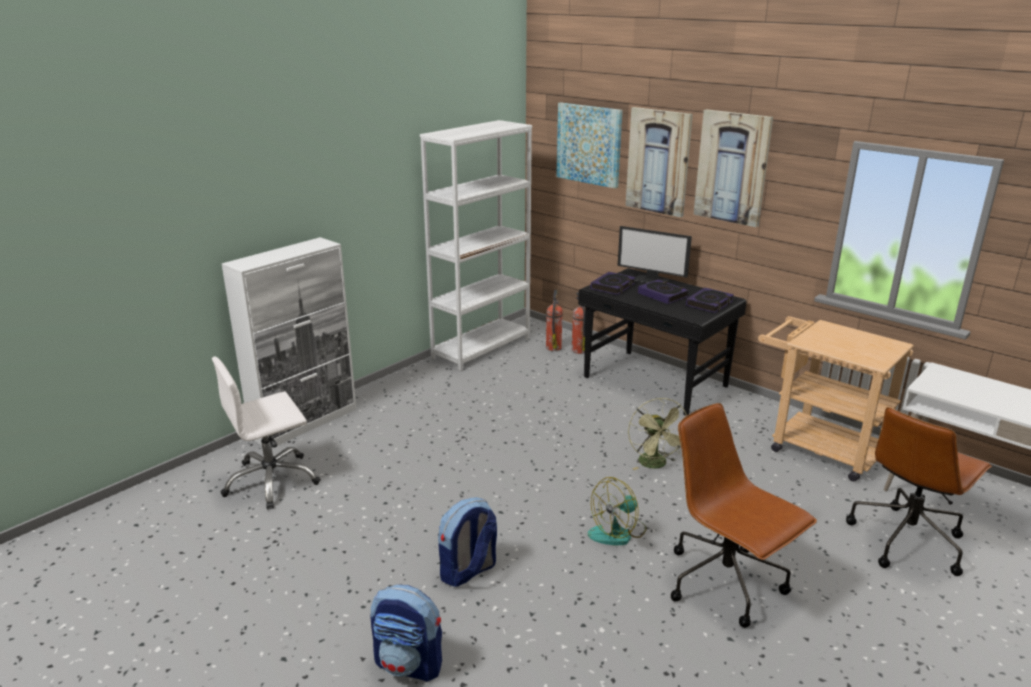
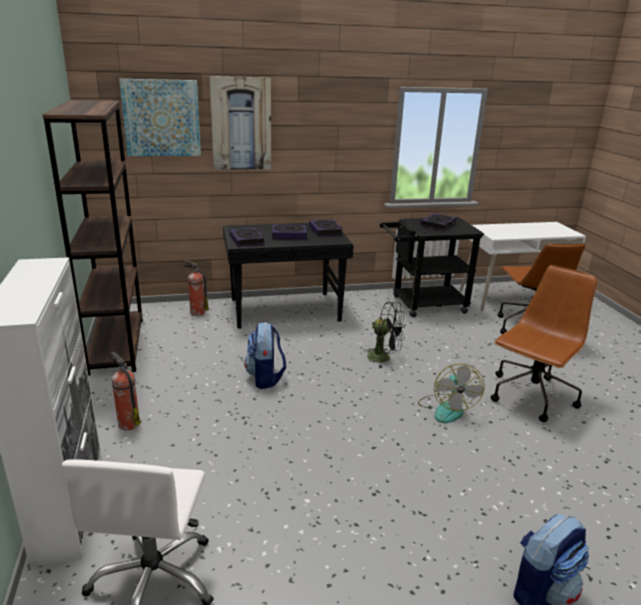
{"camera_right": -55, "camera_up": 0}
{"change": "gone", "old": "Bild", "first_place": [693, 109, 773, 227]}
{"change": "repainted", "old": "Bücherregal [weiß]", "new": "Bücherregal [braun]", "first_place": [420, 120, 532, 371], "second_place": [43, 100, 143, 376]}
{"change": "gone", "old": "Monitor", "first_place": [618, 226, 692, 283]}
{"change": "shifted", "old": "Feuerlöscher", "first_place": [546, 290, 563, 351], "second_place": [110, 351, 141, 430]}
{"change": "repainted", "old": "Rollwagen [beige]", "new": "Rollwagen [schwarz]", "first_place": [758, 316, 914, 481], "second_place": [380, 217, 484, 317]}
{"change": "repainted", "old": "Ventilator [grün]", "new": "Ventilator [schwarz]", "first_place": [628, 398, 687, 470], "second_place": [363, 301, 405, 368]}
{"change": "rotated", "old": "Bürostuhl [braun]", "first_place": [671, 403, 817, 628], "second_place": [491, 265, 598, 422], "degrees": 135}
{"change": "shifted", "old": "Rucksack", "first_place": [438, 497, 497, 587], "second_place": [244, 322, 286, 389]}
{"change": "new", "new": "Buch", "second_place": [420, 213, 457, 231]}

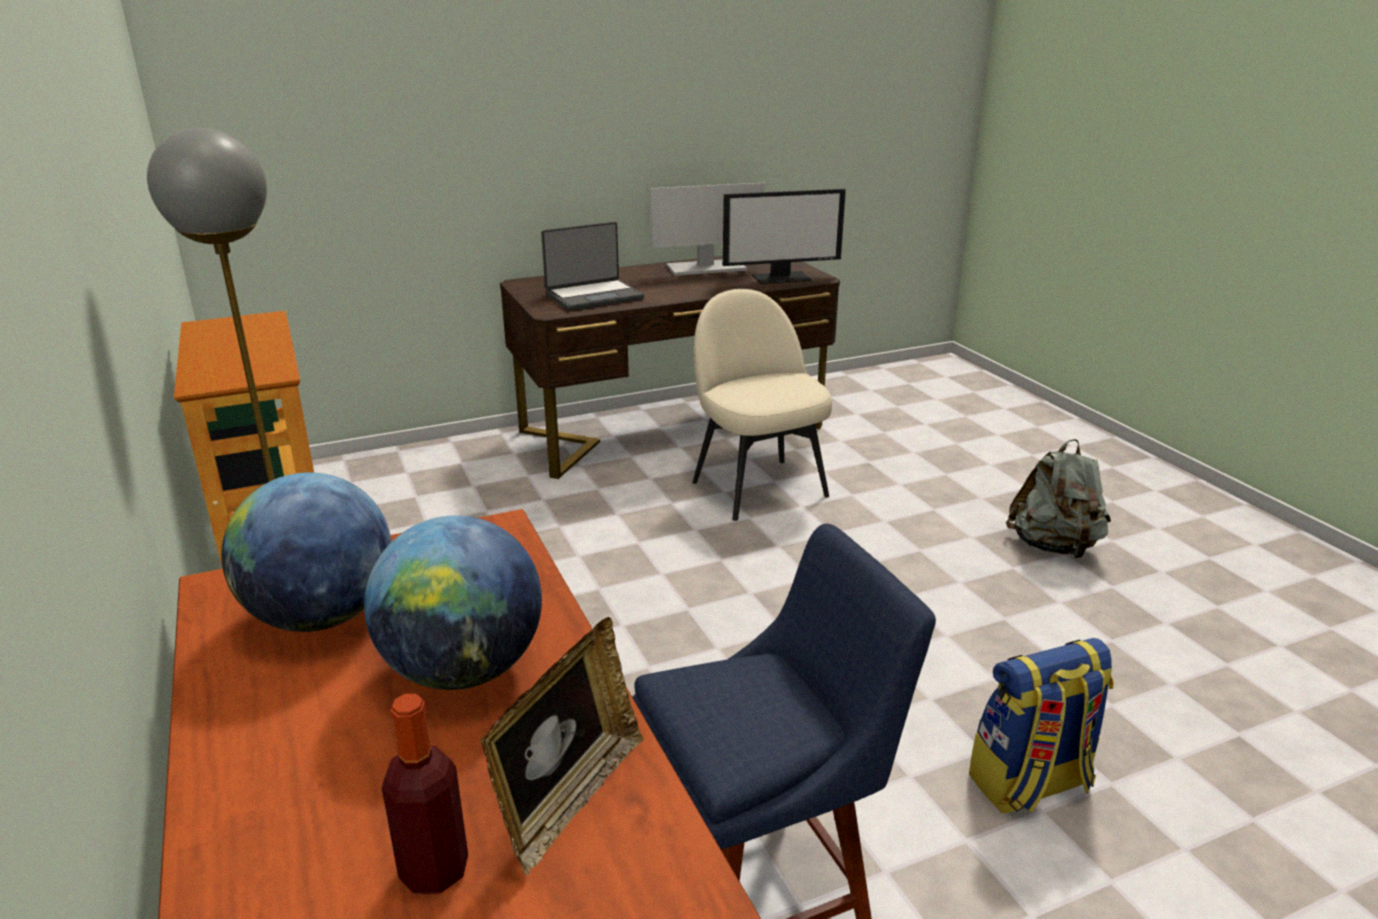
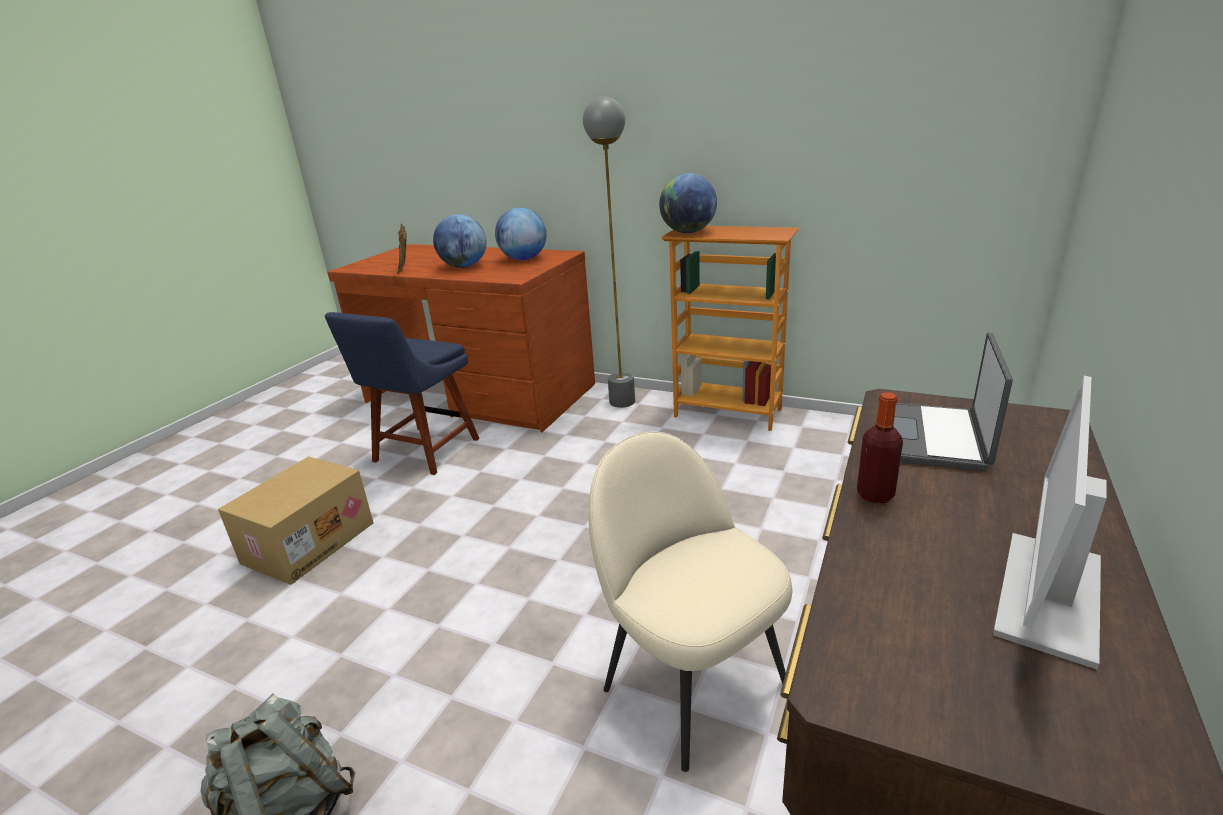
{"camera_right": 140, "camera_up": 0}
{"change": "gone", "old": "Monitor", "first_place": [723, 189, 846, 284]}
{"change": "rotated", "old": "Stuhl [beige]", "first_place": [692, 289, 832, 521], "second_place": [588, 432, 792, 772], "degrees": -150}
{"change": "swapped", "old": "Rucksack", "new": "Karton", "first_place": [969, 638, 1114, 813], "second_place": [218, 456, 373, 585]}
{"change": "shifted", "old": "Flasche", "first_place": [382, 694, 468, 894], "second_place": [857, 392, 903, 503]}
{"change": "new", "new": "Globus", "second_place": [659, 173, 717, 233]}

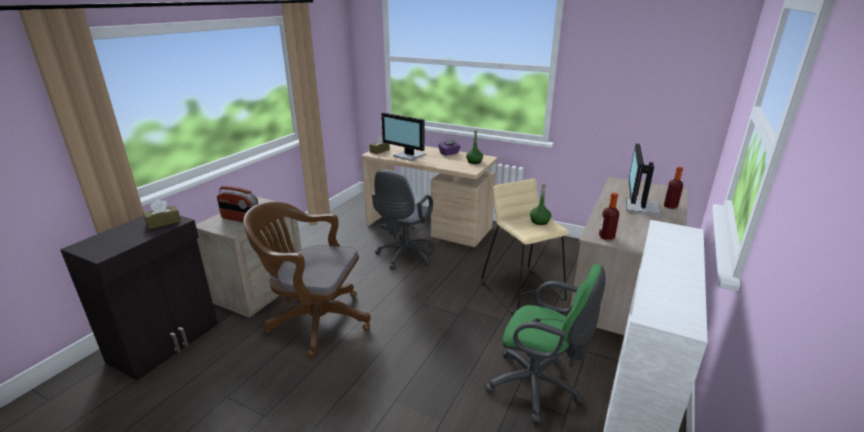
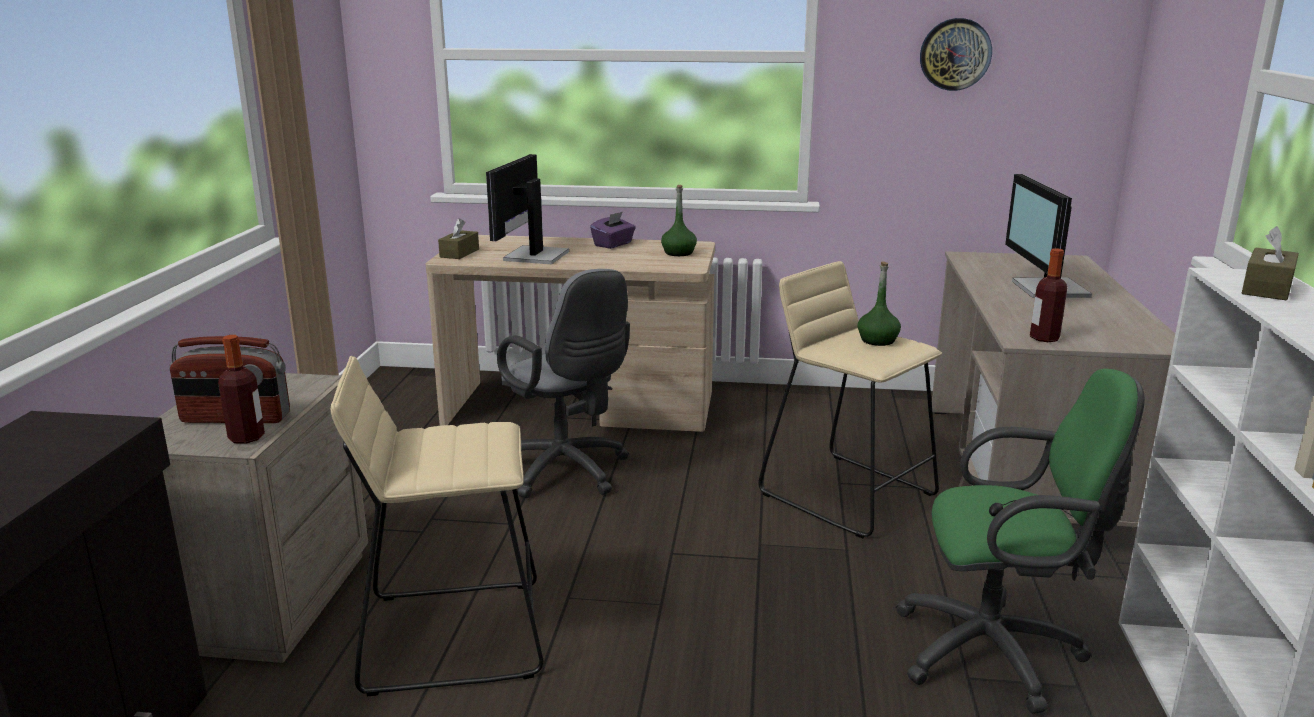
{"camera_right": -20, "camera_up": -5}
{"change": "rotated", "old": "Monitor", "first_place": [381, 112, 425, 161], "second_place": [486, 154, 569, 264], "degrees": 90}
{"change": "shifted", "old": "Flasche", "first_place": [664, 167, 683, 209], "second_place": [218, 335, 265, 444]}
{"change": "rotated", "old": "Bürostuhl [grau]", "first_place": [372, 169, 435, 270], "second_place": [497, 269, 630, 498], "degrees": -45}
{"change": "shifted", "old": "Taschentuchbox [braun]", "first_place": [143, 199, 181, 229], "second_place": [1242, 226, 1299, 301]}
{"change": "swapped", "old": "Bürostuhl [braun]", "new": "Hocker [beige]", "first_place": [243, 201, 371, 357], "second_place": [330, 356, 543, 696]}
{"change": "new", "new": "Wanduhr", "second_place": [920, 18, 992, 91]}

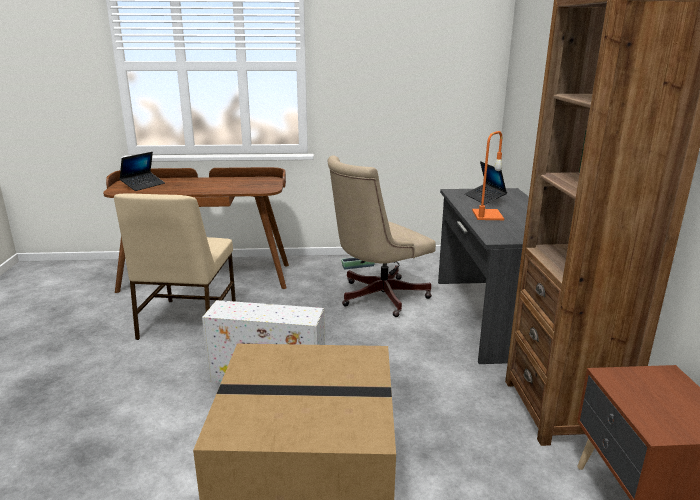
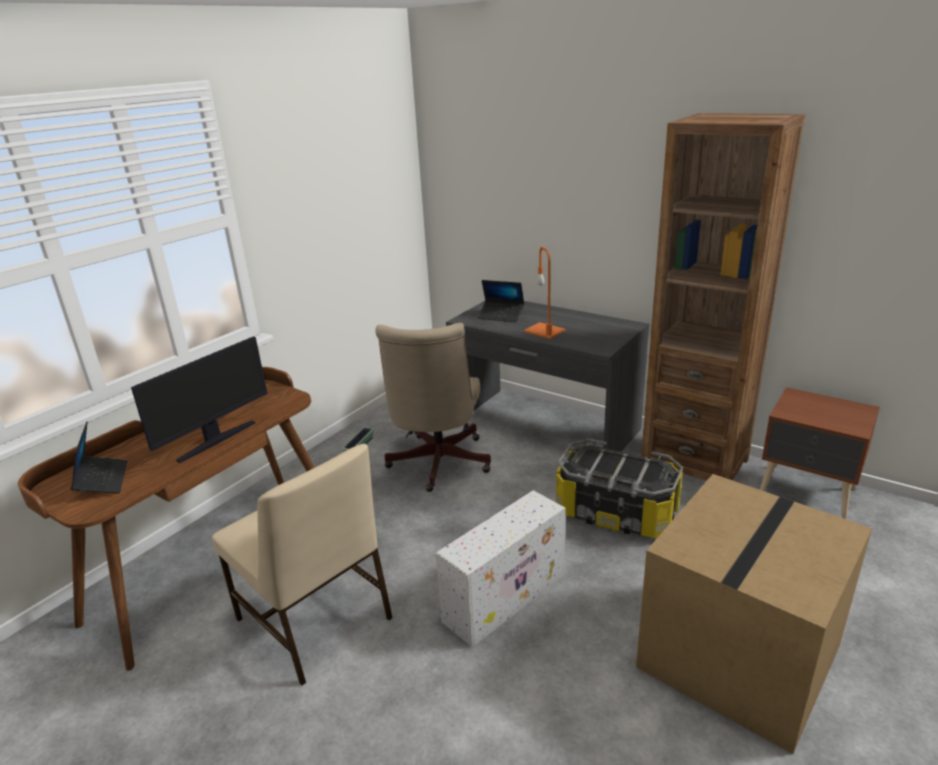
{"camera_right": -50, "camera_up": 5}
{"change": "new", "new": "Monitor", "second_place": [131, 336, 268, 463]}
{"change": "new", "new": "Aufbewahrungsbox", "second_place": [556, 439, 683, 538]}

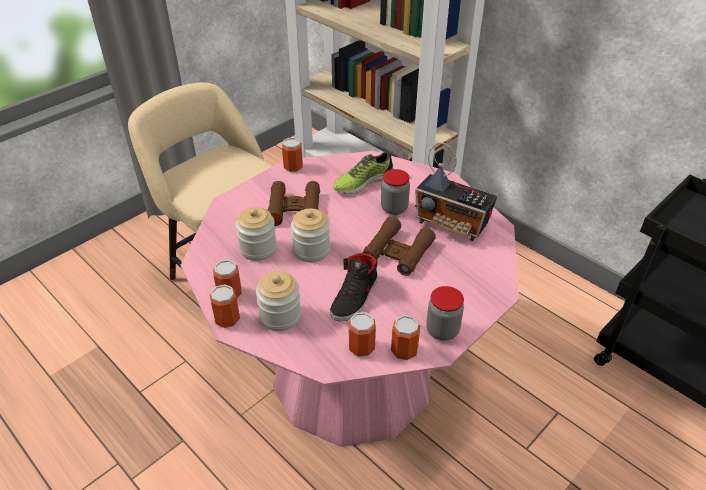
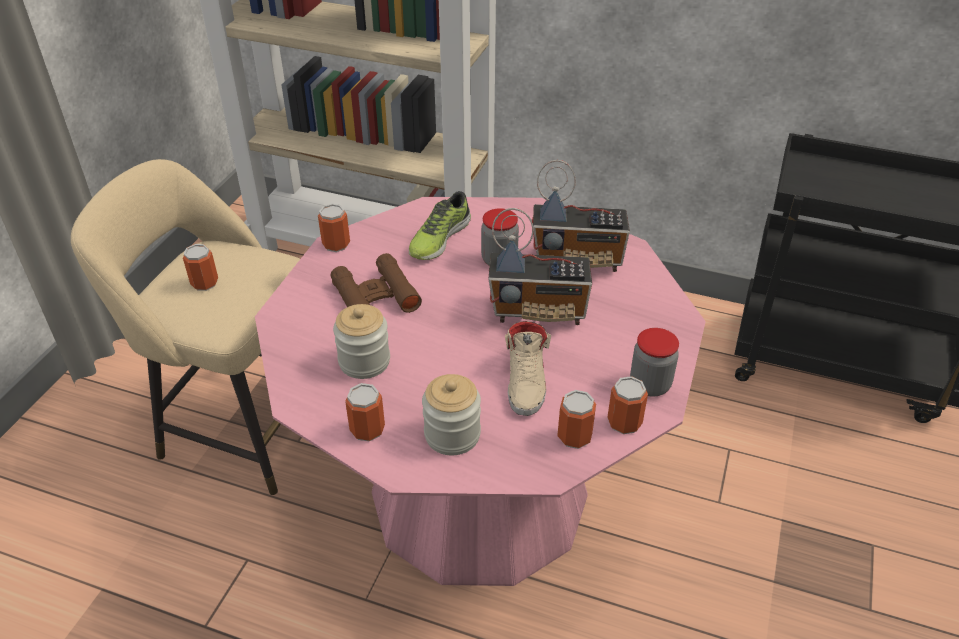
{"camera_right": -25, "camera_up": 0}
{"change": "gone", "old": "Vorratsglas", "first_place": [291, 209, 330, 262]}
{"change": "swapped", "old": "Fernglas [braun]", "new": "Radio", "first_place": [363, 216, 436, 276], "second_place": [488, 208, 592, 325]}
{"change": "repainted", "old": "Schuh [schwarz]", "new": "Schuh [beige]", "first_place": [330, 253, 378, 322], "second_place": [505, 321, 551, 416]}
{"change": "shifted", "old": "Dose", "first_place": [210, 284, 240, 328], "second_place": [183, 244, 218, 291]}

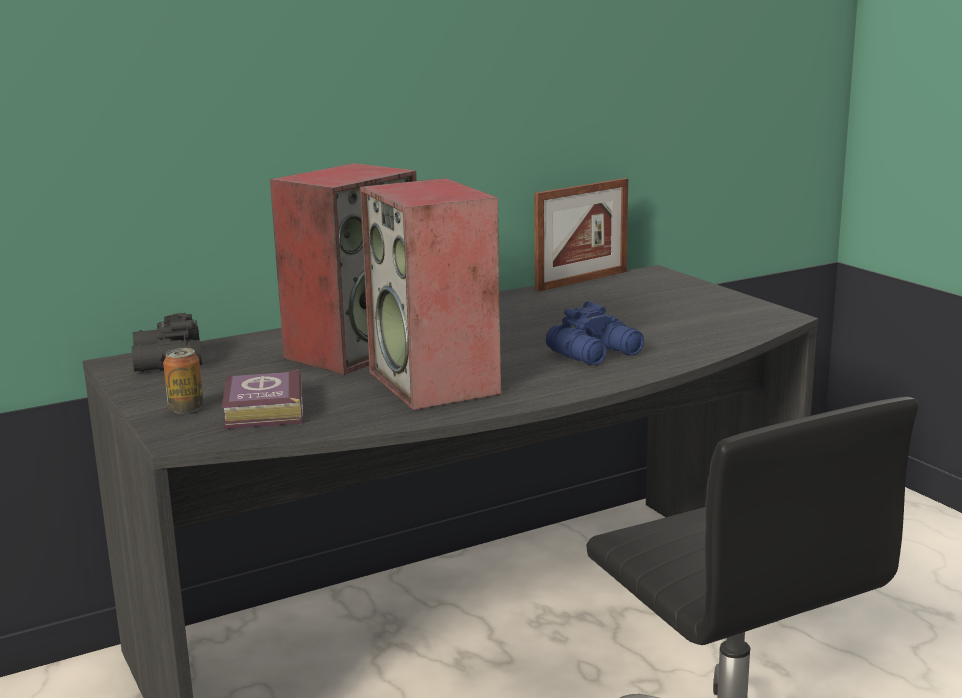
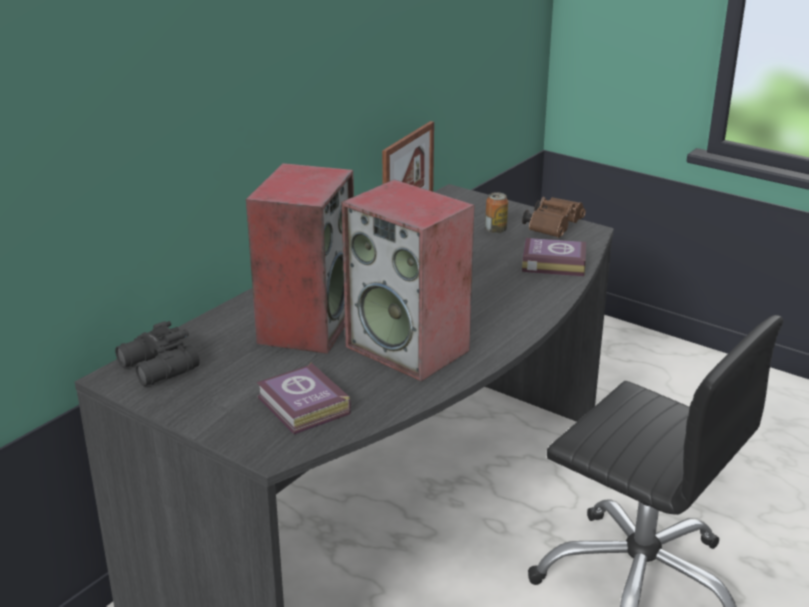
{"camera_right": -25, "camera_up": 10}
{"change": "gone", "old": "Fernglas [blau]", "first_place": [546, 301, 644, 365]}
{"change": "shifted", "old": "Dose", "first_place": [163, 348, 203, 414], "second_place": [485, 192, 508, 234]}
{"change": "new", "new": "Fernglas [braun]", "second_place": [522, 197, 586, 238]}
{"change": "new", "new": "Buch", "second_place": [522, 238, 586, 276]}

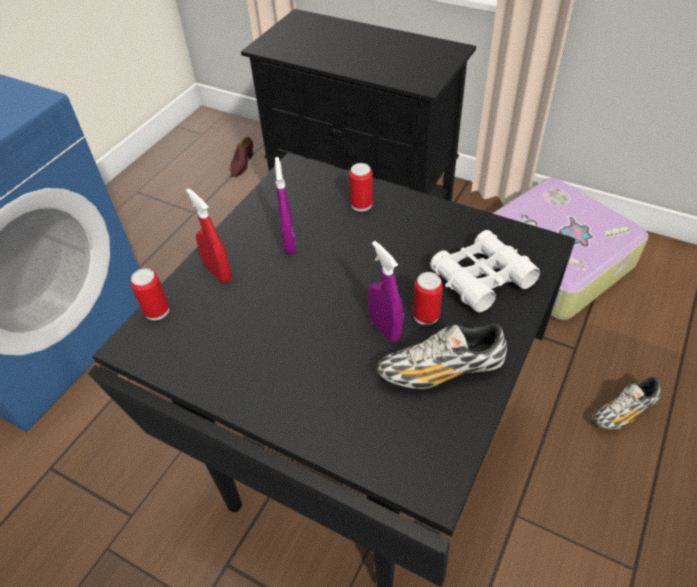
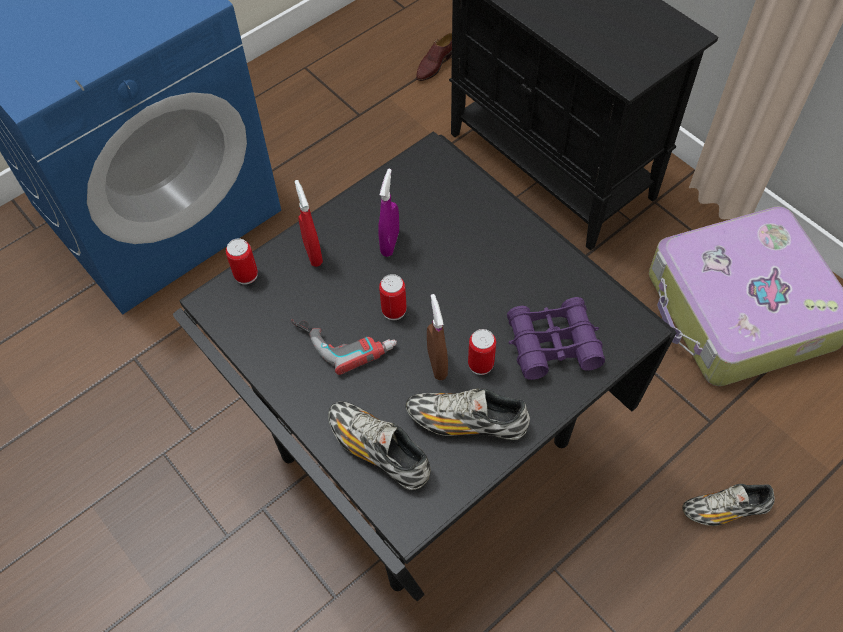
{"camera_right": 20, "camera_up": 10}
{"change": "shifted", "old": "Dose", "first_place": [349, 163, 373, 211], "second_place": [379, 274, 407, 320]}
{"change": "repainted", "old": "Fernglas [weiß]", "new": "Fernglas [lila]", "first_place": [430, 230, 540, 312], "second_place": [507, 297, 605, 380]}
{"change": "repainted", "old": "Sprühflasche [lila]", "new": "Sprühflasche [braun]", "first_place": [368, 241, 403, 342], "second_place": [427, 294, 448, 380]}
{"change": "new", "new": "Bohrmaschine", "second_place": [291, 319, 397, 375]}
{"change": "new", "new": "Schuh", "second_place": [328, 401, 431, 490]}

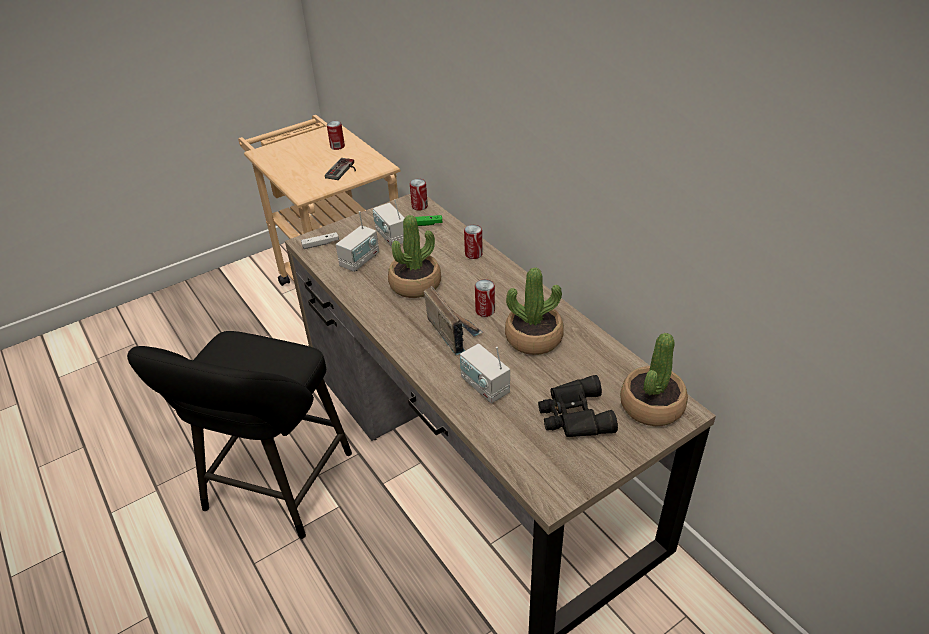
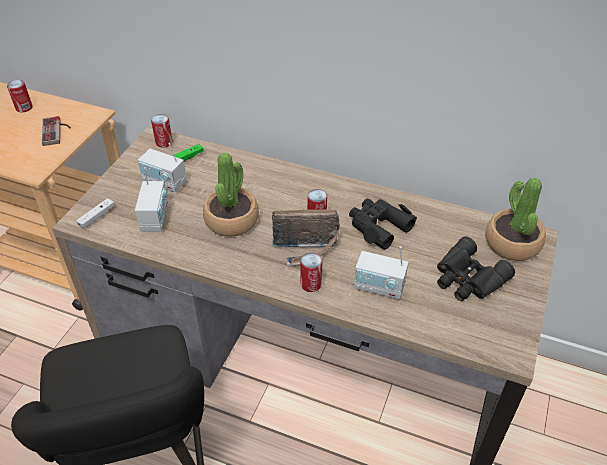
{"camera_right": -35, "camera_up": 5}
{"change": "shifted", "old": "Dose", "first_place": [464, 225, 483, 259], "second_place": [300, 253, 322, 292]}
{"change": "swapped", "old": "Topfpflanze", "new": "Fernglas [schwarz]", "first_place": [505, 267, 564, 355], "second_place": [349, 199, 417, 250]}
{"change": "rotated", "old": "Radio", "first_place": [424, 286, 483, 355], "second_place": [272, 209, 340, 266], "degrees": 150}

